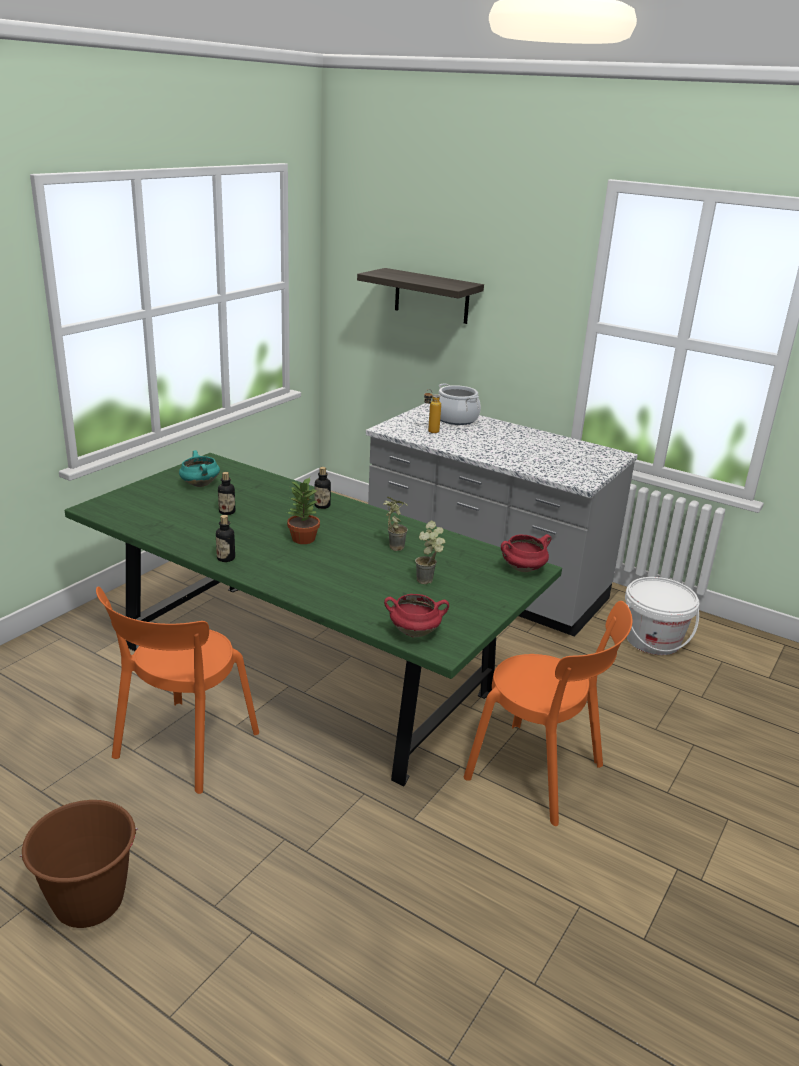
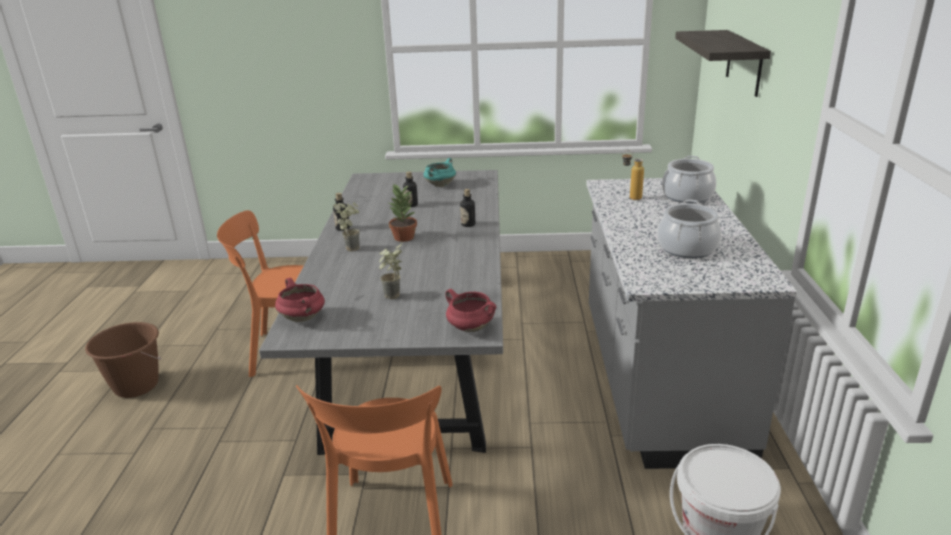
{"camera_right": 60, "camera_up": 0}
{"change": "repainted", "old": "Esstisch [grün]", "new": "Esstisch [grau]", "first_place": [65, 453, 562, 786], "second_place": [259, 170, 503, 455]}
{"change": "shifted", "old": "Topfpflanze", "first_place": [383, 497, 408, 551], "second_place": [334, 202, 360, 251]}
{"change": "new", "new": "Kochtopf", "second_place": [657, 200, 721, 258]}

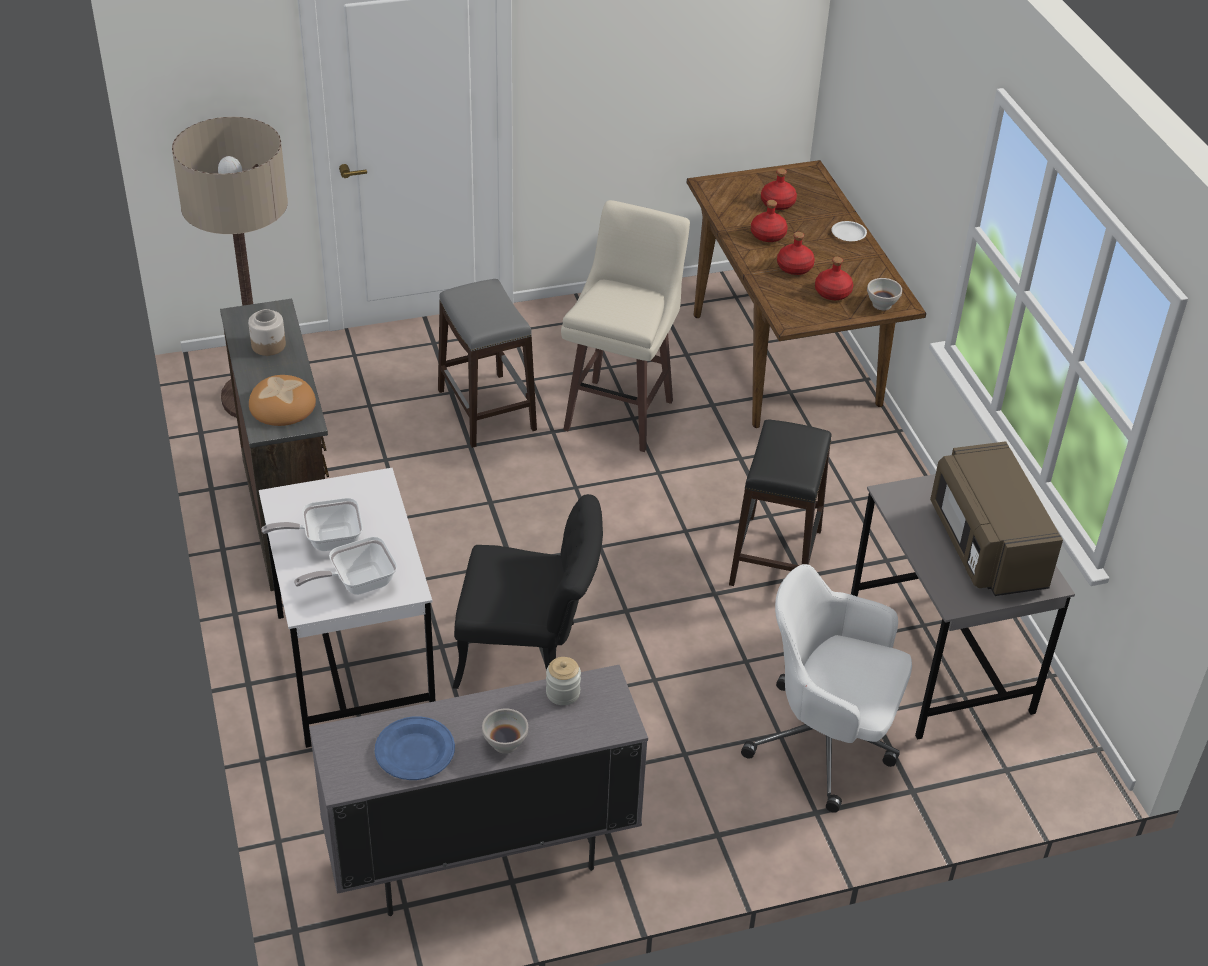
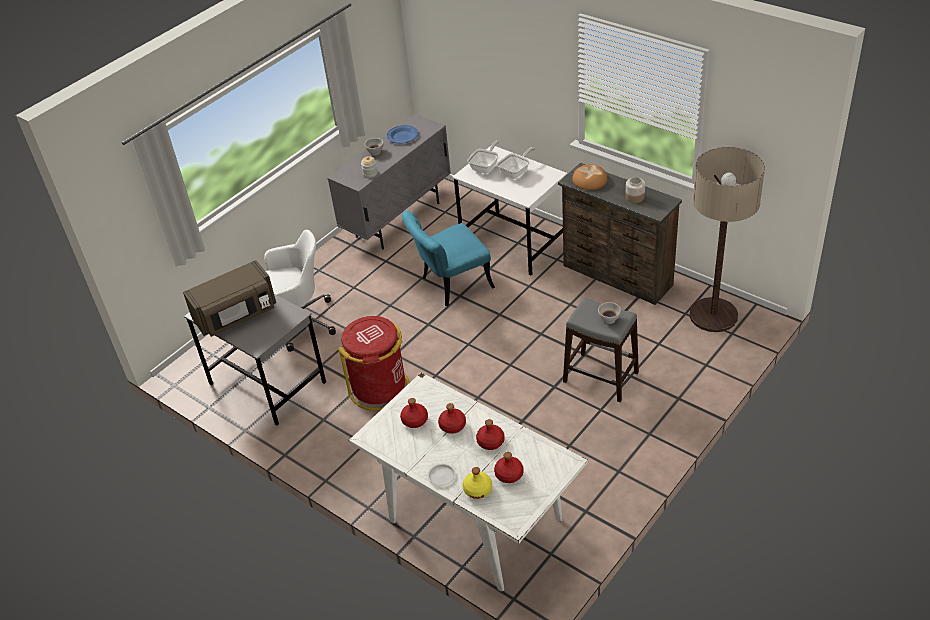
{"camera_right": 150, "camera_up": 0}
{"change": "repainted", "old": "Esstisch [braun]", "new": "Esstisch [weiß]", "first_place": [687, 160, 926, 428], "second_place": [349, 372, 588, 592]}
{"change": "gone", "old": "Hocker [beige]", "first_place": [561, 200, 690, 452]}
{"change": "shifted", "old": "Schüssel [weiß]", "first_place": [867, 278, 902, 310], "second_place": [598, 302, 621, 324]}
{"change": "swapped", "old": "Hocker [schwarz]", "new": "Mülleimer [rot]", "first_place": [729, 420, 832, 586], "second_place": [338, 316, 409, 411]}
{"change": "rotated", "old": "Mikrowelle [braun]", "first_place": [930, 441, 1063, 596], "second_place": [183, 260, 276, 337], "degrees": 105}
{"change": "repainted", "old": "Stuhl [schwarz]", "new": "Stuhl [türkis]", "first_place": [452, 494, 603, 689], "second_place": [402, 210, 495, 306]}
{"change": "new", "new": "Flasche [gelb]", "second_place": [463, 467, 492, 499]}

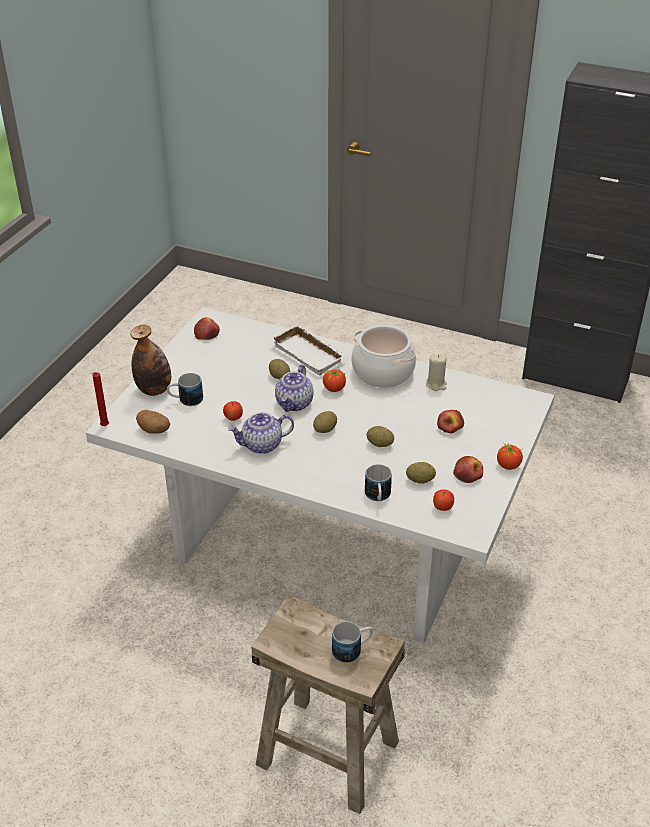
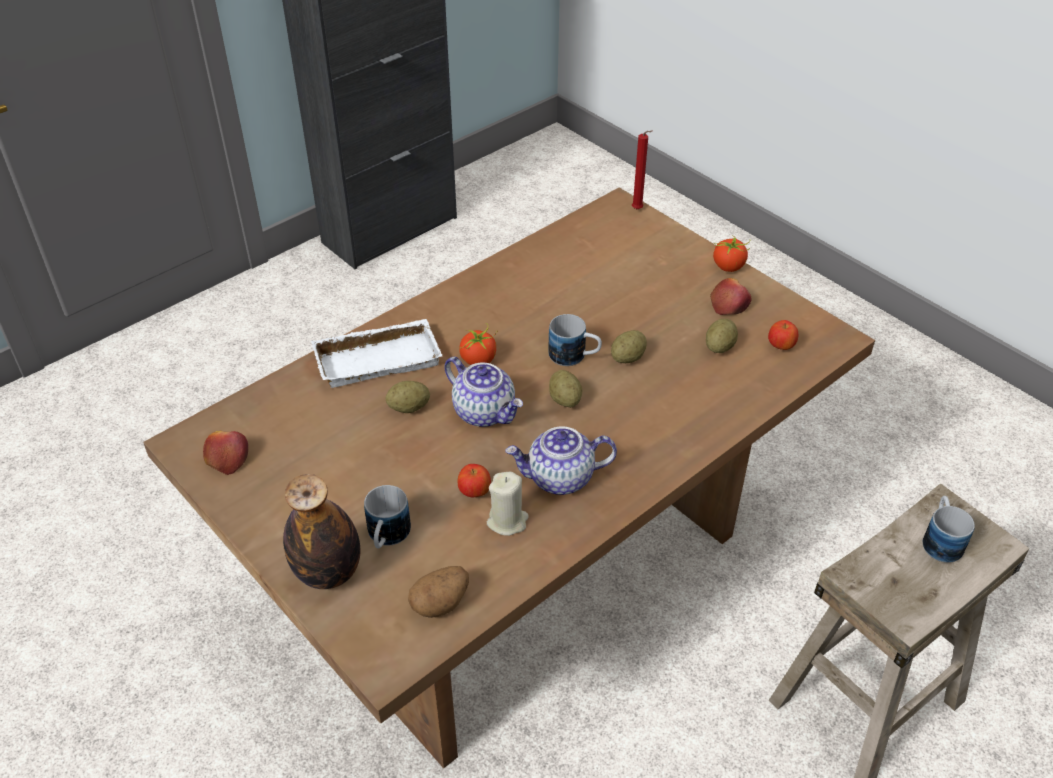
{"camera_right": -65, "camera_up": 5}
{"change": "repainted", "old": "Esstisch [weiß]", "new": "Esstisch [braun]", "first_place": [86, 307, 555, 643], "second_place": [143, 187, 875, 768]}
{"change": "gone", "old": "Kochtopf", "first_place": [352, 325, 416, 388]}
{"change": "shifted", "old": "Kerze [beige]", "first_place": [426, 354, 447, 391], "second_place": [487, 472, 529, 536]}
{"change": "shifted", "old": "Kerze [rot]", "first_place": [92, 372, 109, 426], "second_place": [632, 130, 653, 210]}
{"change": "gone", "old": "Apfel", "first_place": [437, 410, 464, 434]}
{"change": "rotated", "old": "Teekanne", "first_place": [228, 412, 294, 454], "second_place": [505, 426, 617, 495], "degrees": 75}
{"change": "shifted", "old": "Henkelbecher", "first_place": [365, 464, 392, 501], "second_place": [548, 314, 602, 366]}

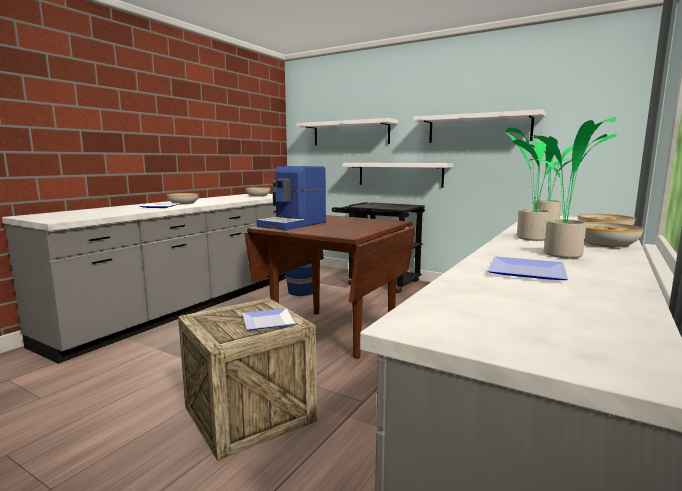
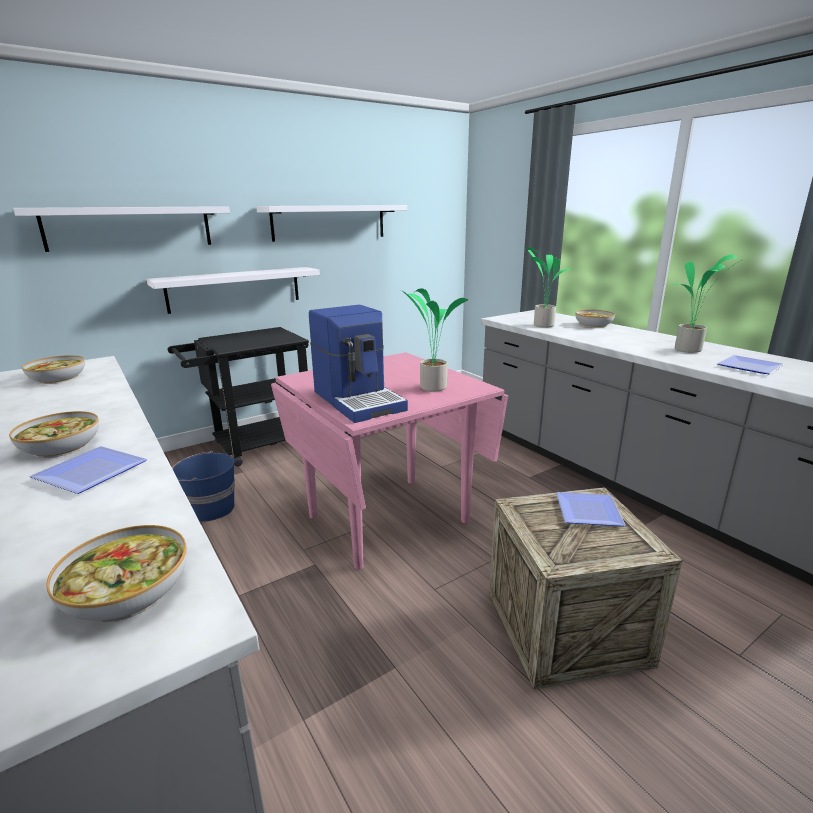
{"camera_right": -65, "camera_up": 10}
{"change": "shifted", "old": "Topfpflanze", "first_place": [505, 128, 572, 241], "second_place": [401, 288, 468, 392]}
{"change": "repainted", "old": "Esstisch [braun]", "new": "Esstisch [rosa]", "first_place": [244, 215, 416, 359], "second_place": [271, 352, 508, 570]}
{"change": "shifted", "old": "Schüssel", "first_place": [585, 222, 643, 248], "second_place": [46, 525, 187, 622]}

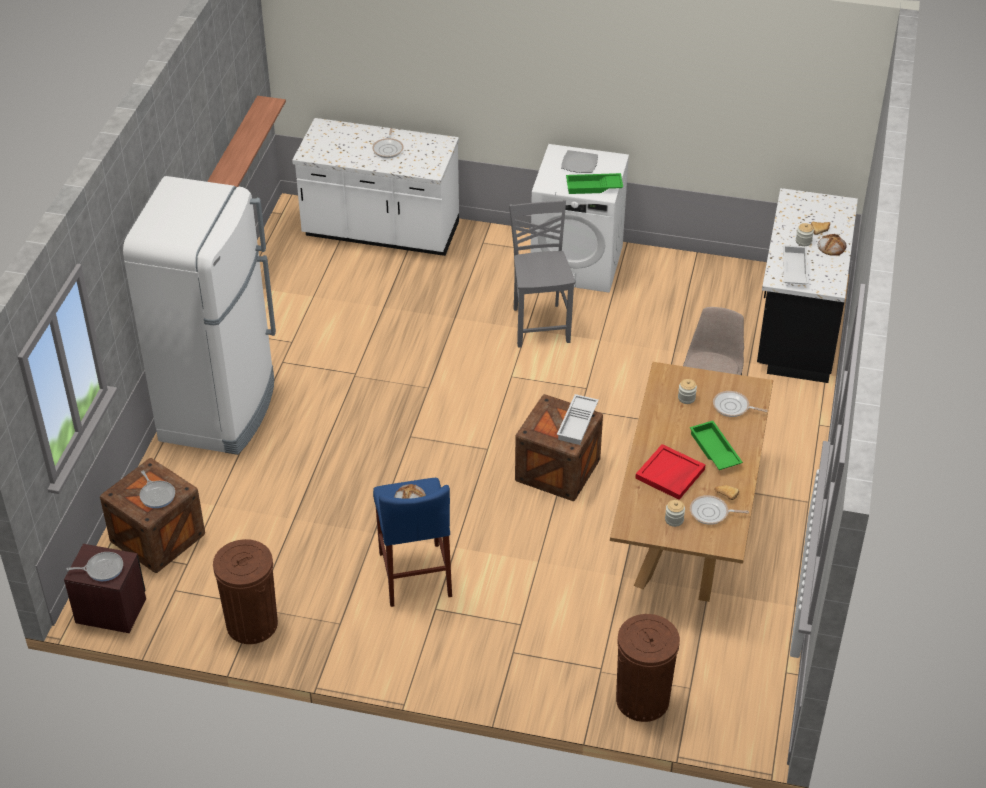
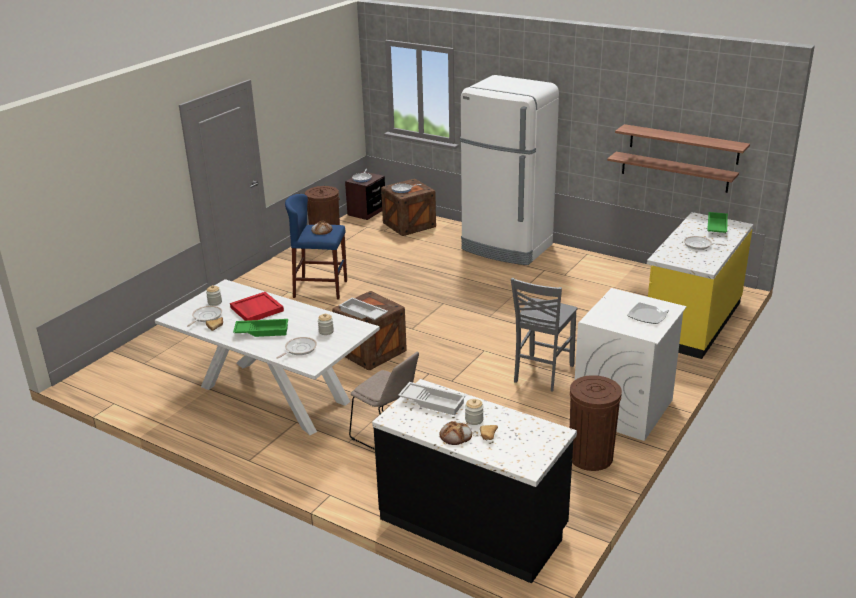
{"camera_right": 110, "camera_up": -15}
{"change": "repainted", "old": "Küchenzeile [weiß]", "new": "Küchenzeile [gelb]", "first_place": [292, 118, 459, 256], "second_place": [647, 212, 753, 359]}
{"change": "shifted", "old": "Tablett [grün]", "first_place": [566, 173, 623, 194], "second_place": [707, 212, 728, 233]}
{"change": "rotated", "old": "Stuhl [grau]", "first_place": [509, 200, 575, 348], "second_place": [511, 278, 577, 391], "degrees": 105}
{"change": "repainted", "old": "Esstisch [braun]", "new": "Esstisch [weiß]", "first_place": [610, 362, 773, 602], "second_place": [155, 279, 380, 435]}
{"change": "shifted", "old": "Mülleimer [braun]", "first_place": [616, 614, 680, 722], "second_place": [570, 375, 622, 471]}
{"change": "new", "new": "Wandregal", "second_place": [615, 124, 750, 165]}

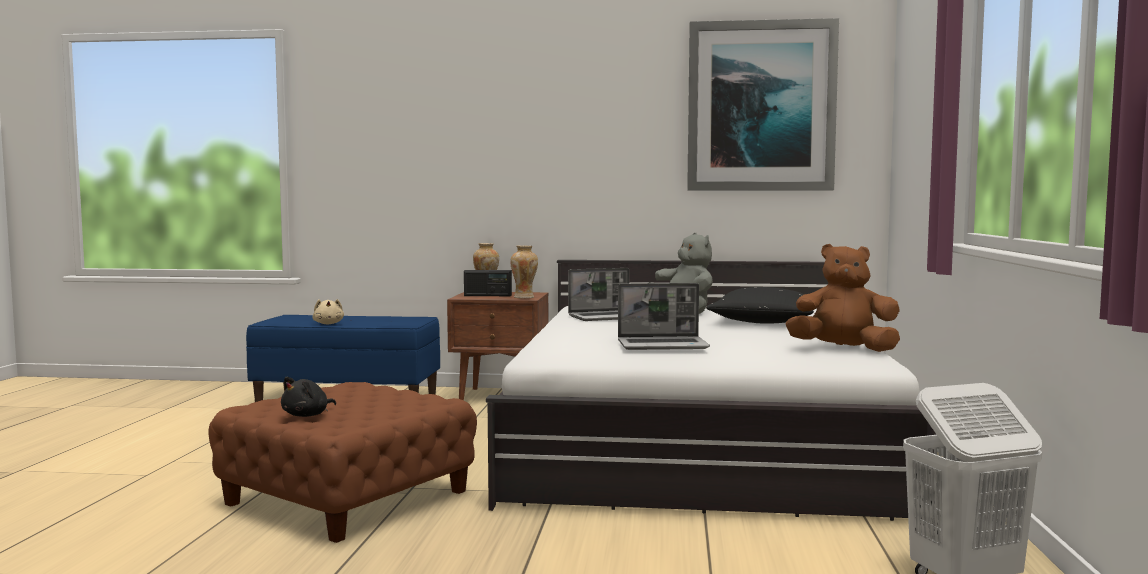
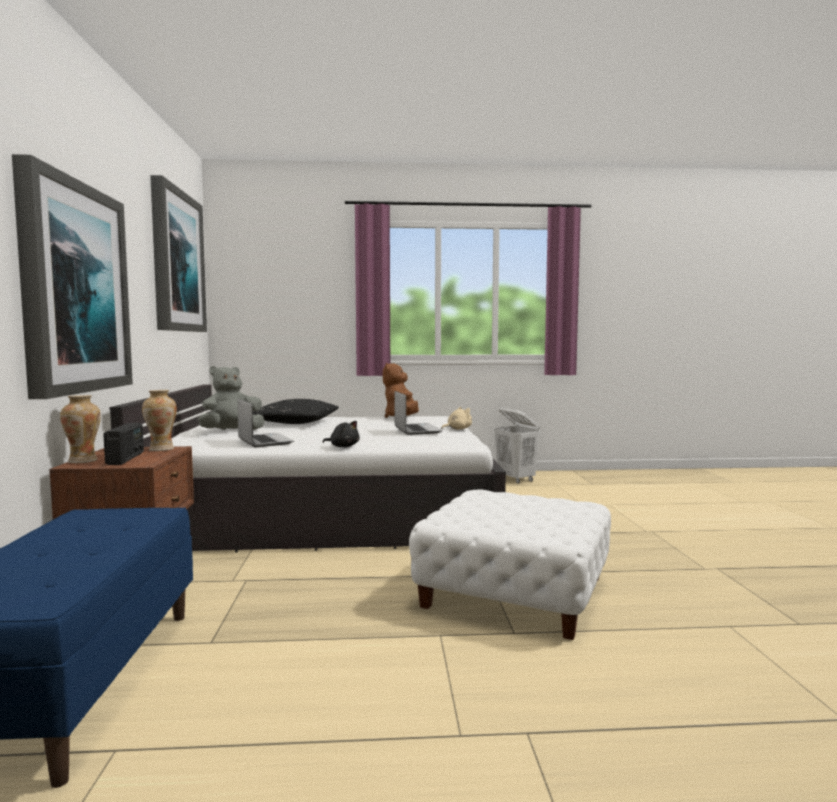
{"camera_right": -100, "camera_up": 0}
{"change": "shifted", "old": "Plüschtier [beige]", "first_place": [313, 299, 344, 324], "second_place": [441, 407, 472, 430]}
{"change": "shifted", "old": "Plüschtier [schwarz]", "first_place": [281, 377, 336, 417], "second_place": [323, 421, 360, 447]}
{"change": "repainted", "old": "Polsterhocker [braun]", "new": "Polsterhocker [weiß]", "first_place": [209, 382, 477, 543], "second_place": [409, 490, 611, 640]}
{"change": "new", "new": "Bild", "second_place": [12, 154, 133, 399]}

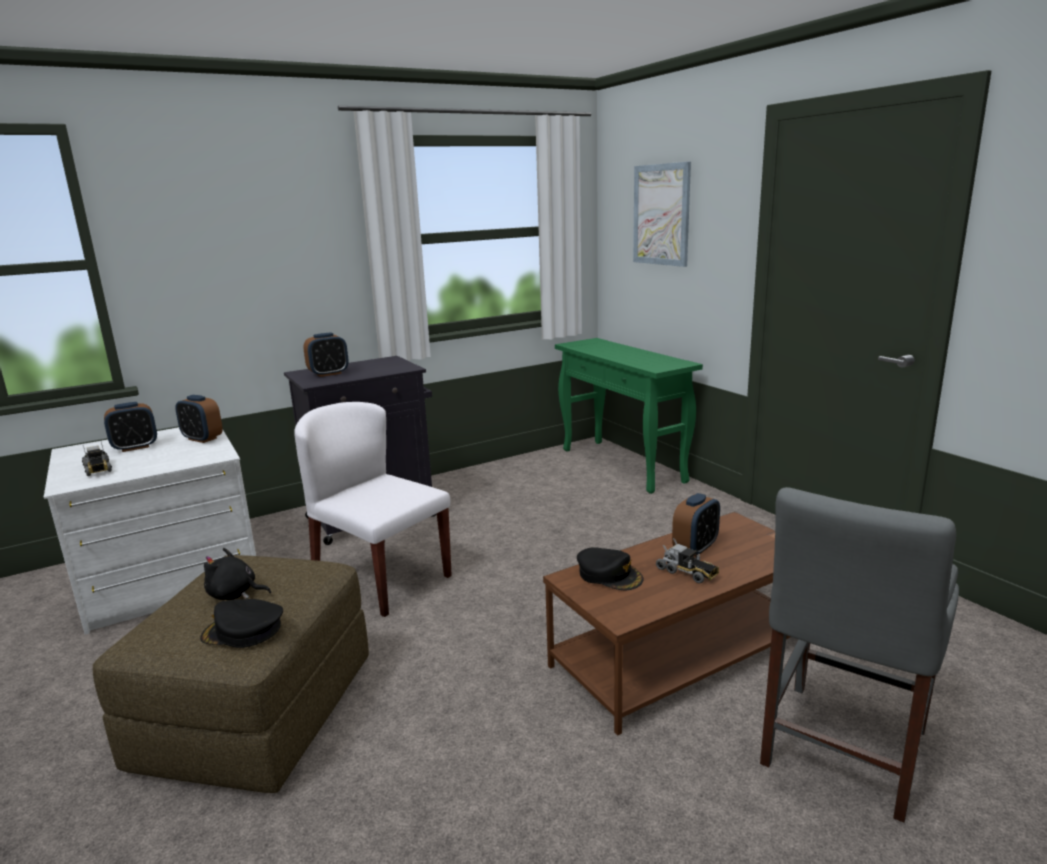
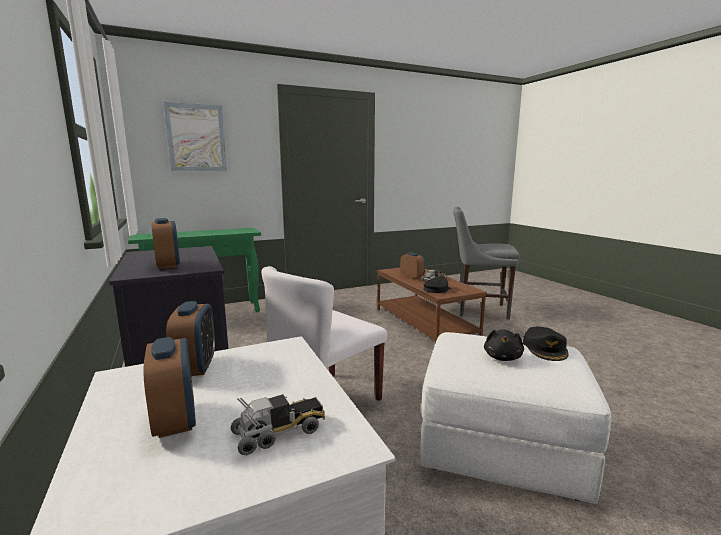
{"camera_right": -85, "camera_up": -5}
{"change": "rotated", "old": "Wecker", "first_place": [175, 395, 223, 443], "second_place": [166, 301, 215, 376], "degrees": -45}
{"change": "rotated", "old": "Stuhl [grau]", "first_place": [760, 487, 959, 823], "second_place": [453, 207, 519, 320], "degrees": 150}
{"change": "repainted", "old": "Polsterhocker [braun]", "new": "Polsterhocker [weiß]", "first_place": [93, 555, 369, 793], "second_place": [420, 332, 611, 504]}

